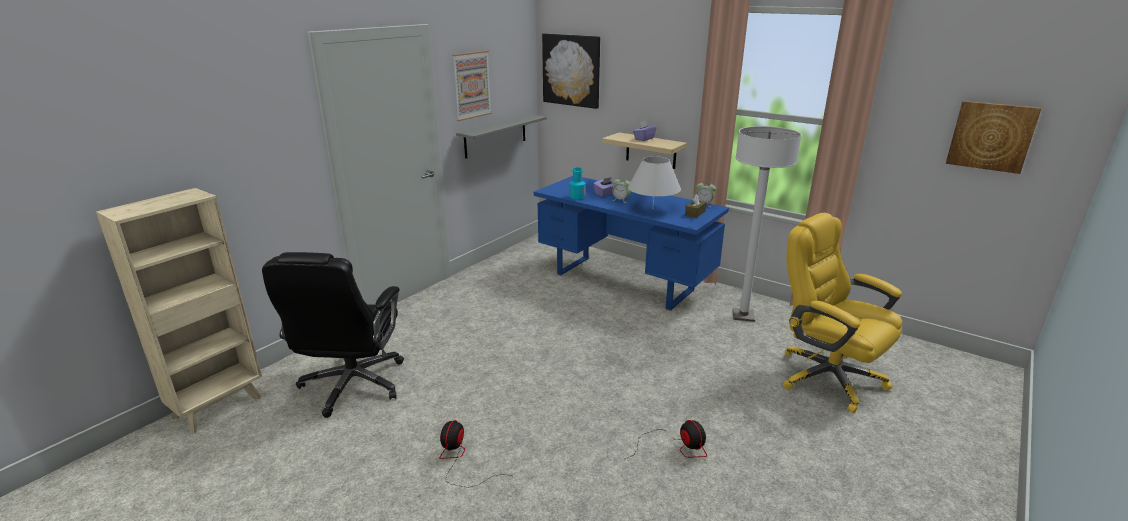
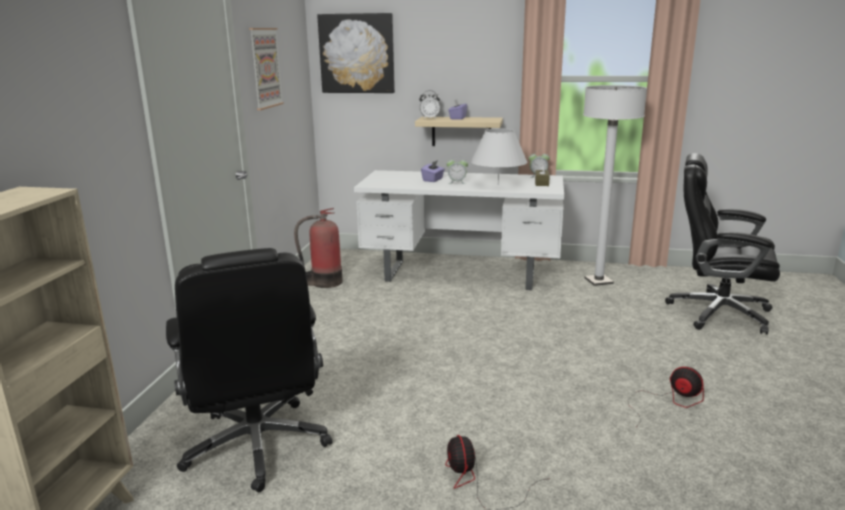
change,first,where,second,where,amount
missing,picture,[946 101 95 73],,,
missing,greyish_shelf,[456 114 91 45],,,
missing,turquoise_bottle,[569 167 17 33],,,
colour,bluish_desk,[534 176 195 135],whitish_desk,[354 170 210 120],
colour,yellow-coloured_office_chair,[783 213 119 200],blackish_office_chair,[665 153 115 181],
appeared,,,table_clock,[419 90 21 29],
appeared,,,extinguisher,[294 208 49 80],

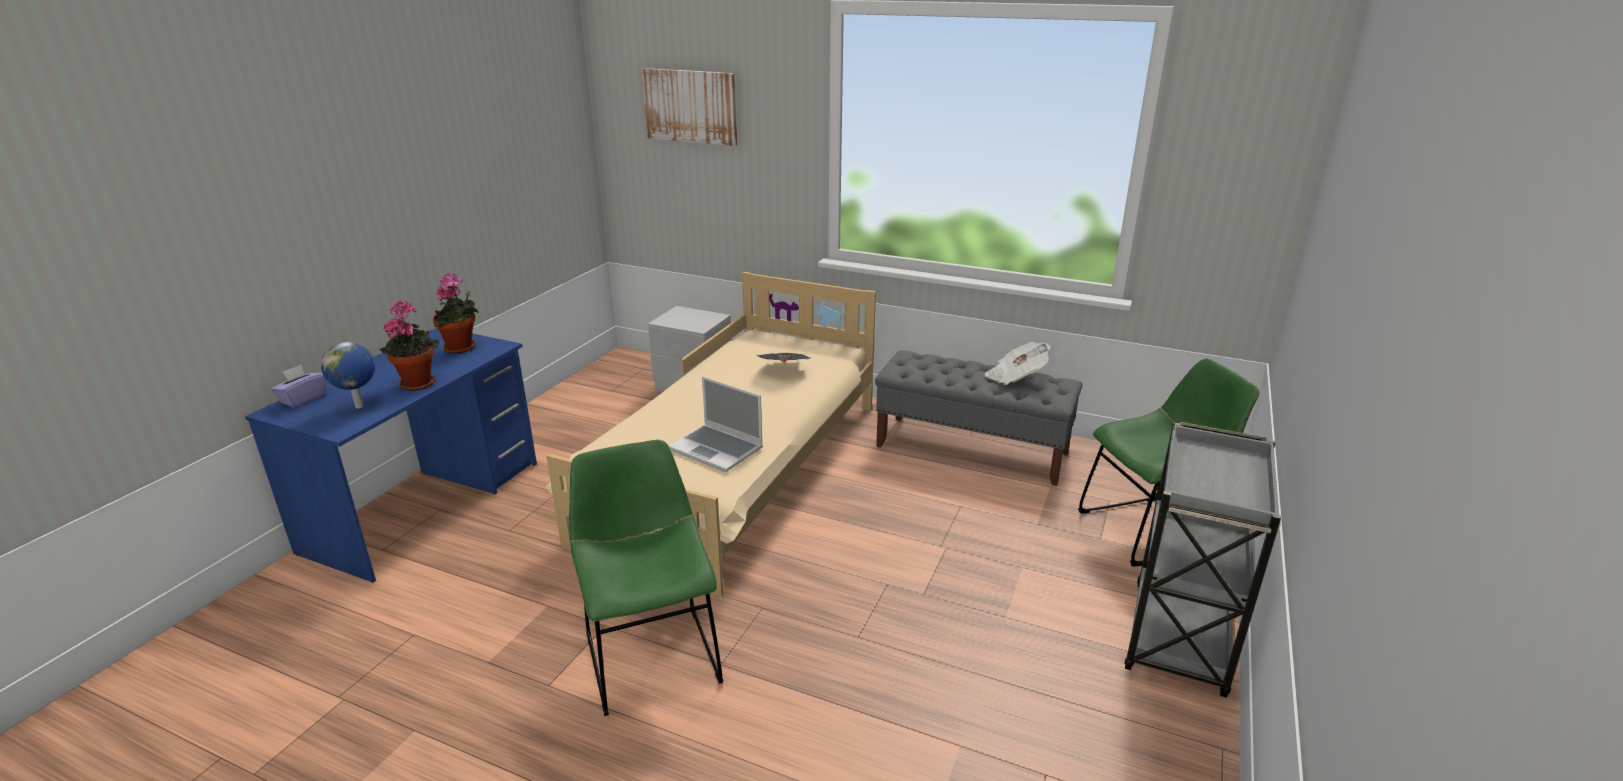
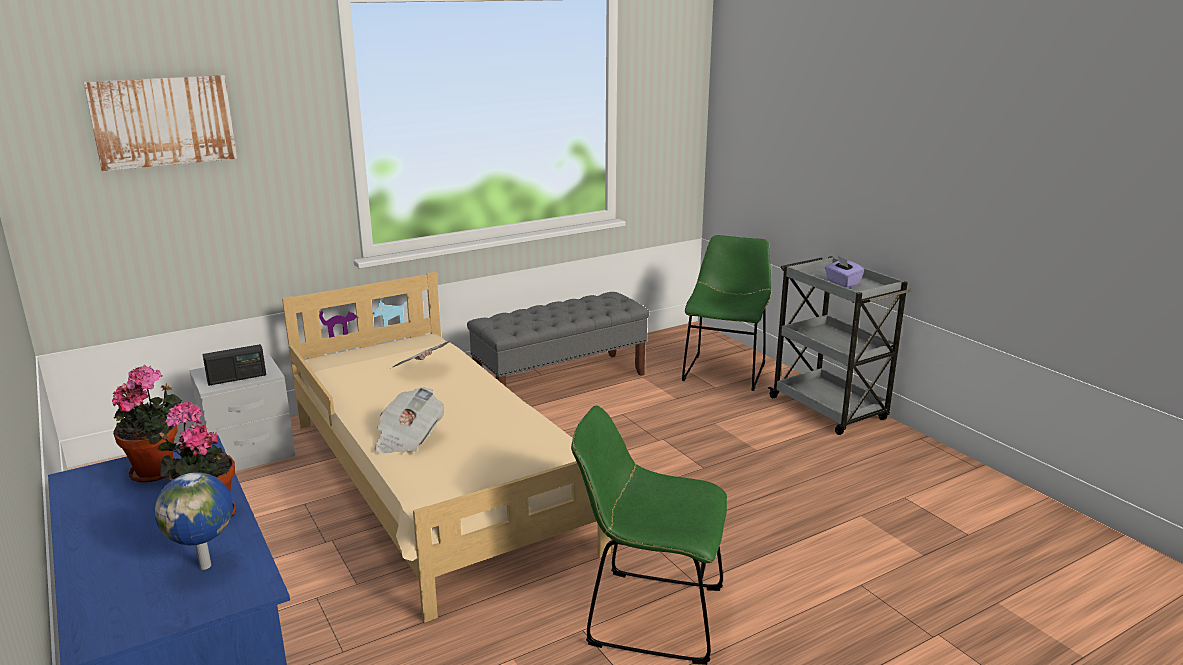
change,first,where,second,where,amount
relocated,newspaper,[985 342 66 43],,[374 387 70 66],
relocated,purple-coloured_box_of_tissues,[271 365 55 43],,[825 256 39 32],
missing,laptop,[669 376 94 96],,,
appeared,,,radio_set,[202 344 64 42],

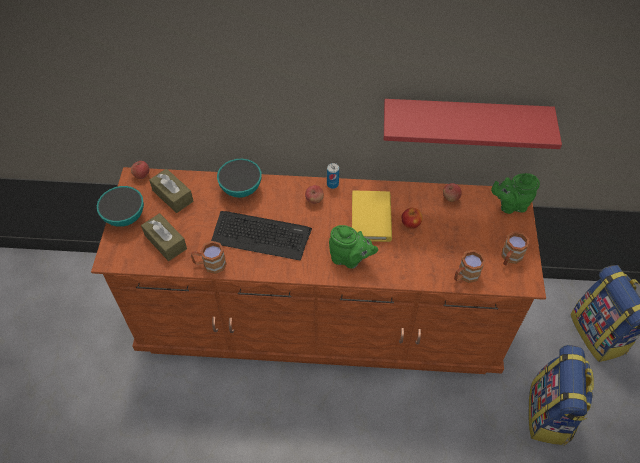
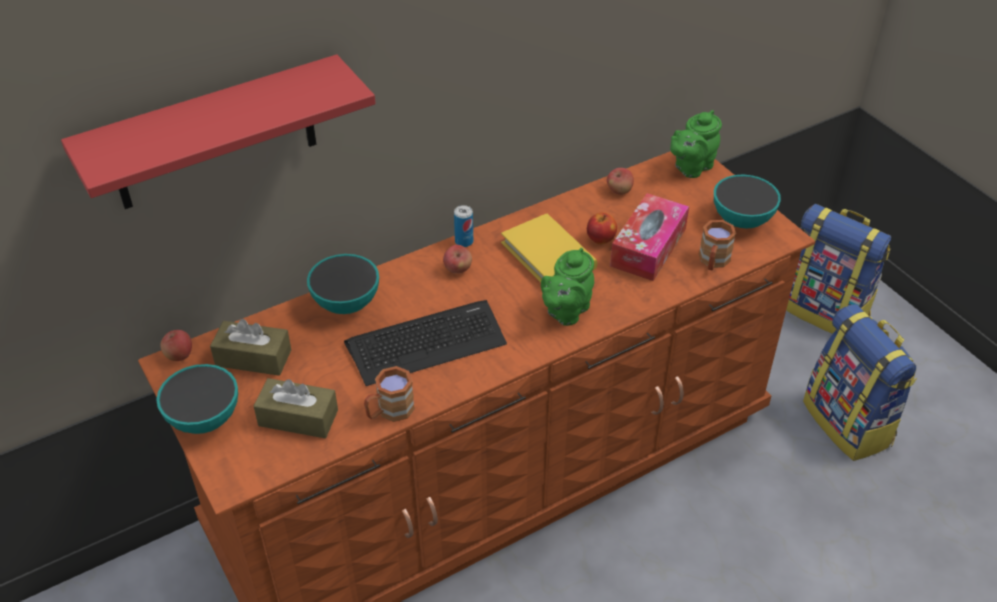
change,first,where,second,where,amount
relocated,red-coloured_shelf,[384 99 178 50],,[61 54 315 155],
spun,green_teapot,[329 225 49 44],,[541 248 53 78],135 degrees clockwise
exchanged,brown-coloured_tea_mug,[502 231 27 35],serving_bowl,[714 174 67 54],
appeared,,,box_of_tissues,[610 193 79 88],

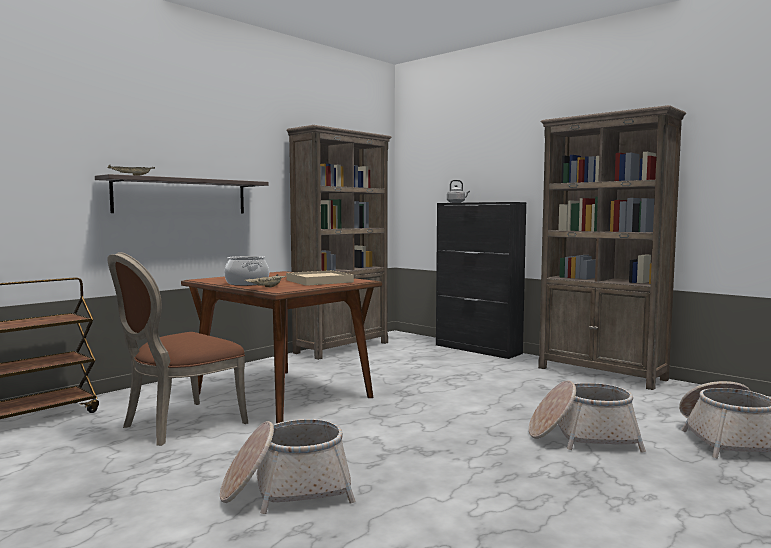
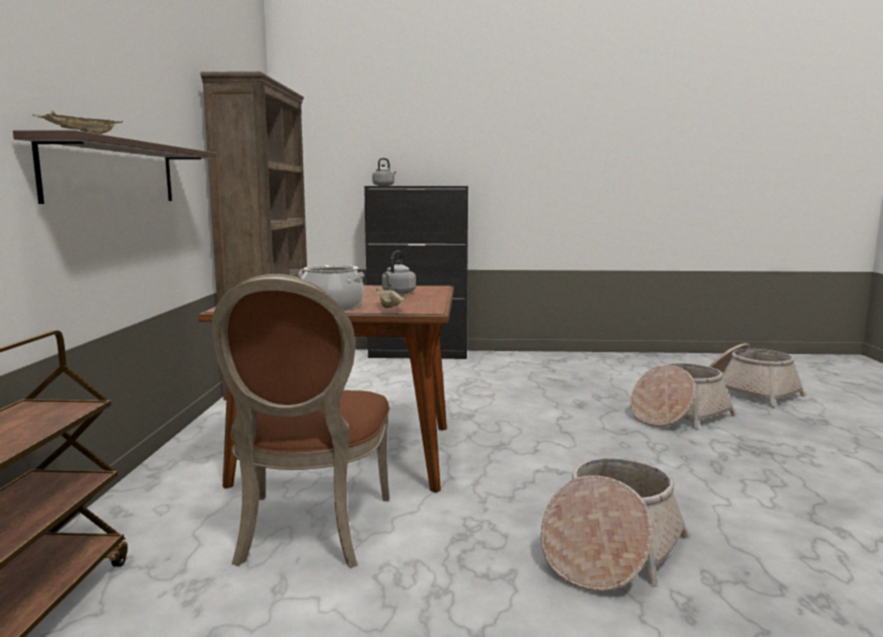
change,first,where,second,where,amount
missing,brown-coloured_shelving_unit,[538 105 148 285],,,
exchanged,beige_serving_tray,[286 270 68 16],greyish_tea_kettle,[382 251 34 43],

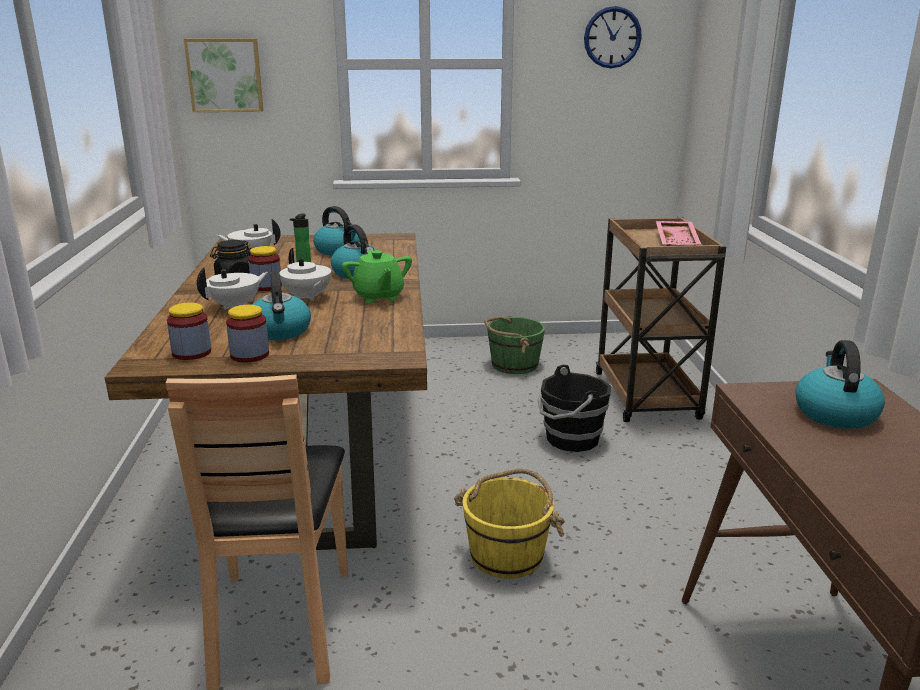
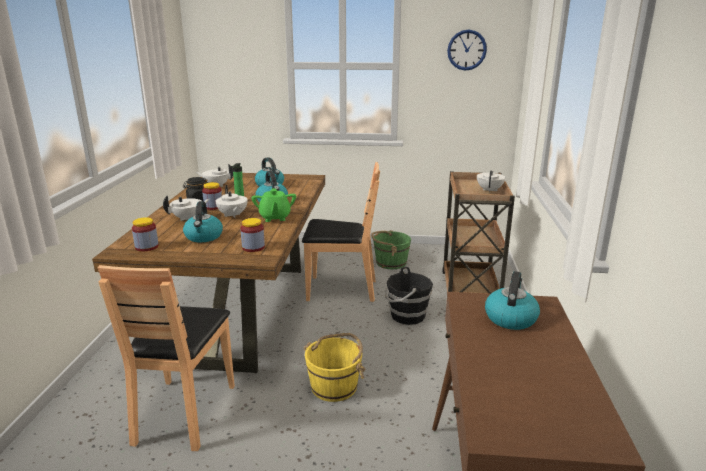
change,first,where,second,where,amount
missing,picture,[184 39 80 73],,,
exchanged,pink-coloured_serving_tray,[656 221 45 25],whitish_teapot,[477 170 29 23],
relocated,preserve_jar,[226 305 43 58],,[241 218 24 34],
appeared,,,brown-coloured_plain_chair,[302 162 78 140],

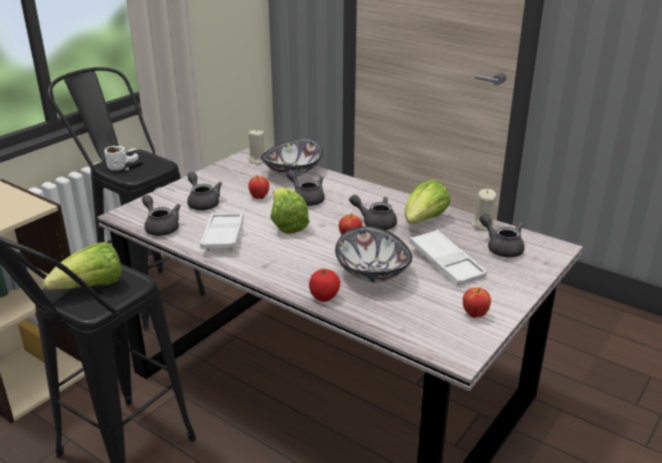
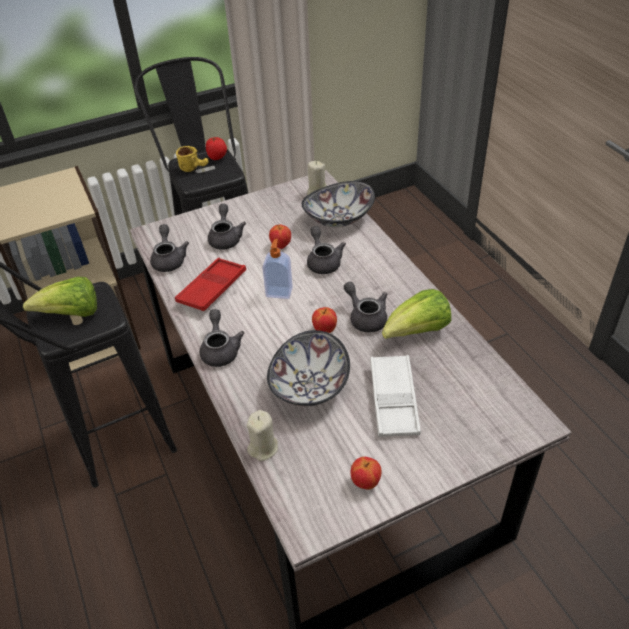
change,first,where,second,where,amount
colour,whitish_tea_mug,[104 146 34 25],yellow-coloured_tea_mug,[176 146 33 26],
exchanged,head_of_lettuce,[271 187 38 47],soap_bottle,[262 239 31 60],
relocated,beige_candle,[472 189 24 42],,[247 410 31 51],
colour,whitish_serving_tray,[200 213 44 38],red-coloured_serving_tray,[175 258 71 53],
relocated,greyish_teapot,[480 214 44 44],,[200 309 44 58],
relocated,whole_tomato,[309 269 31 33],,[206 137 21 23],

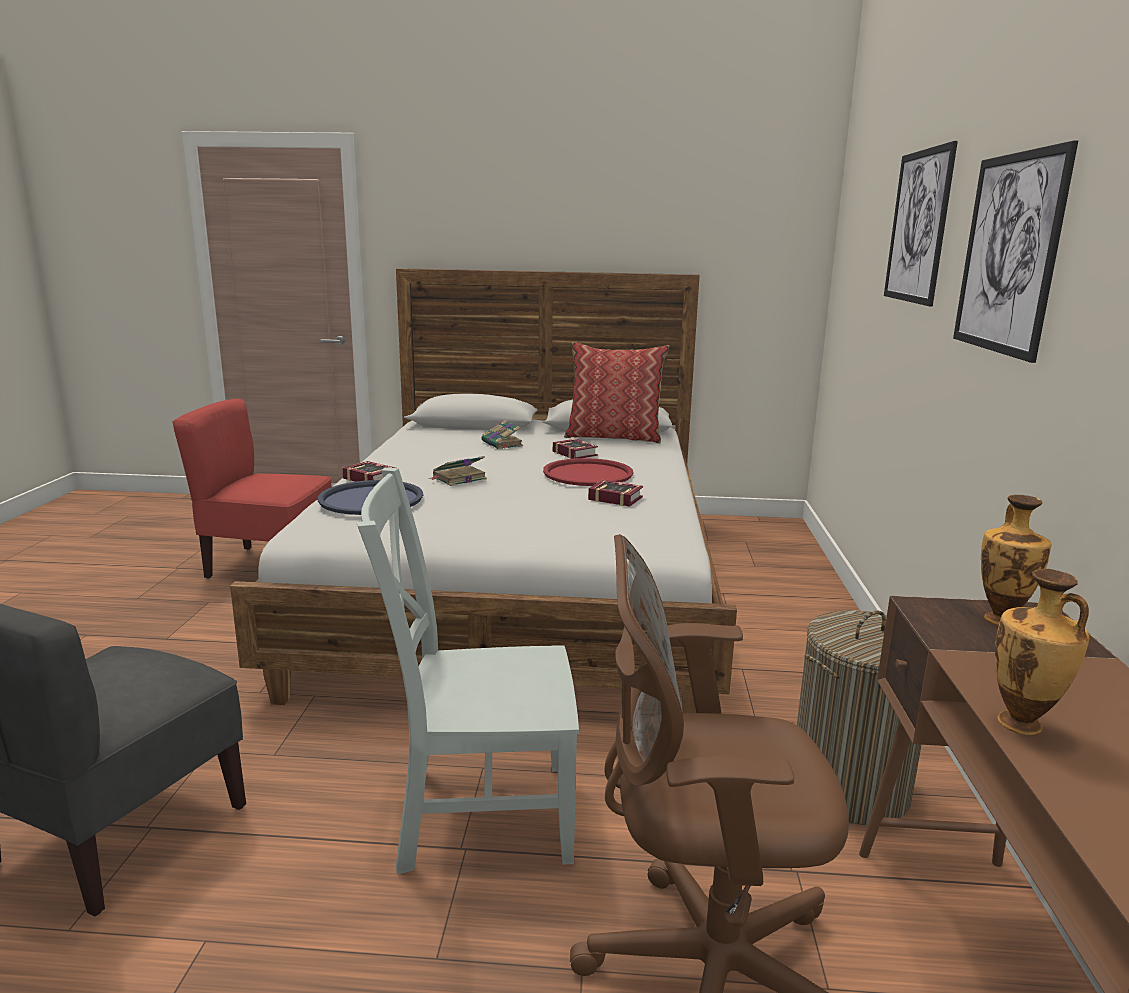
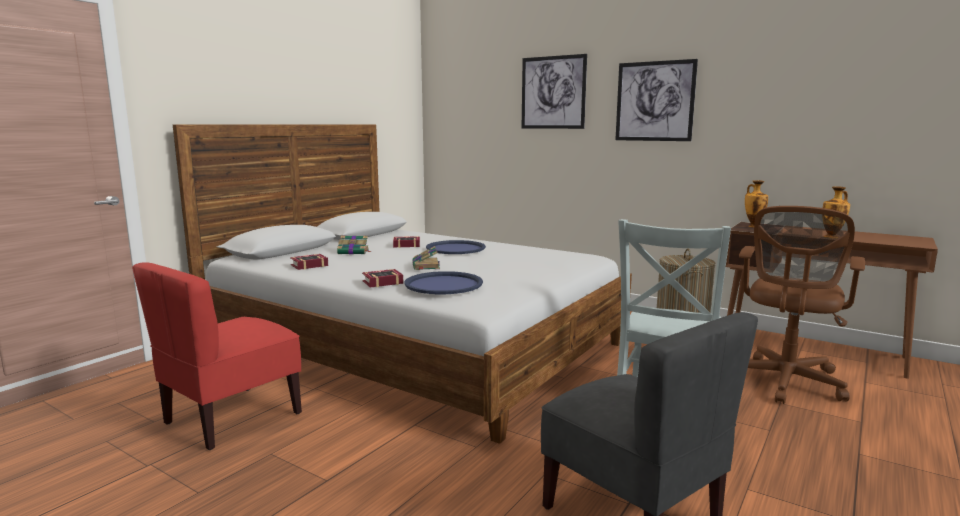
change,first,where,second,where,amount
missing,pillow,[564 342 105 102],,,
colour,red-coloured_serving_tray,[543 458 90 28],bluish_serving_tray,[426 240 60 14],
relocated,volume,[588 480 55 27],,[290 254 38 16],

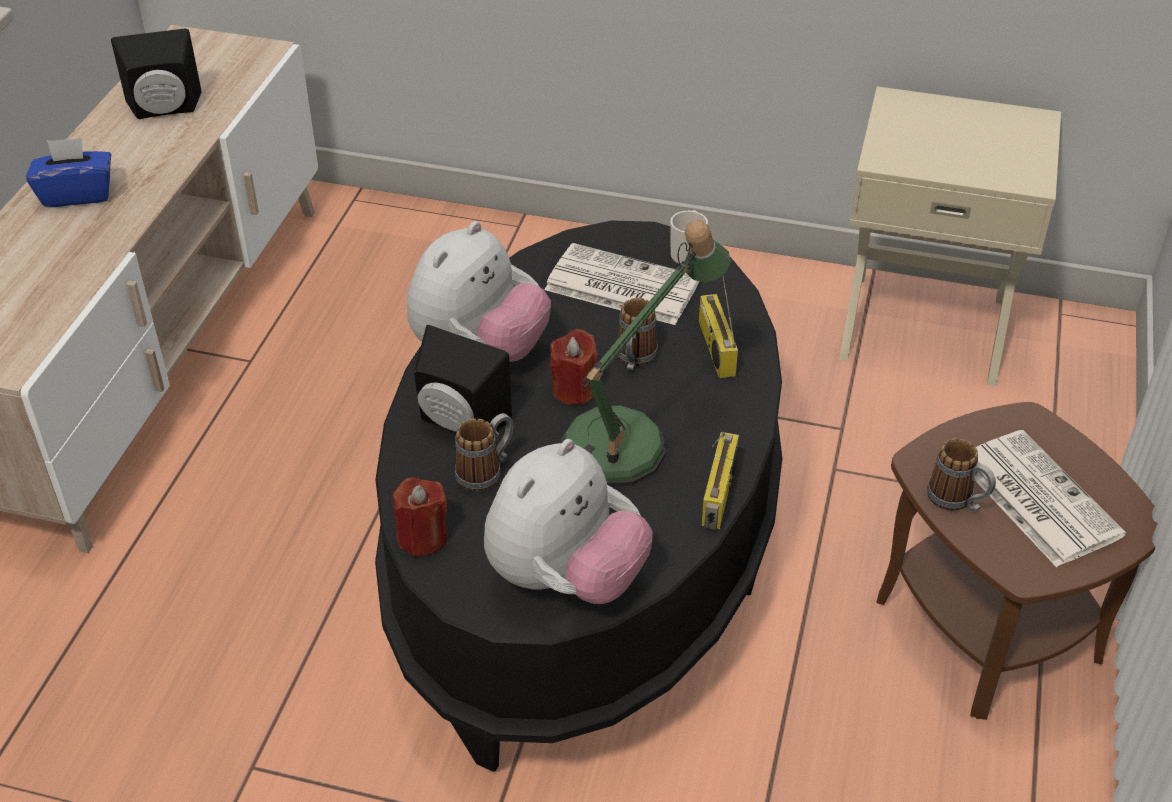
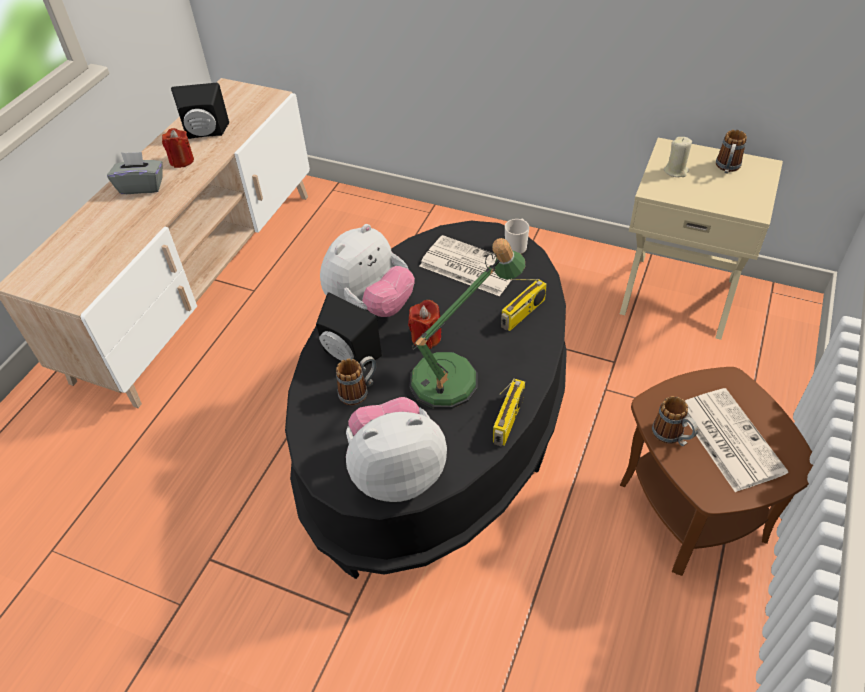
change,first,where,second,where,amount
colour,bluish_box_of_tissues,[26 138 85 69],greyish_box_of_tissues,[107 152 56 42],
spun,radio_set,[699 275 39 103],,[501 279 46 52],135 degrees counterclockwise
relocated,tea_mug,[617 298 41 72],,[716 130 31 44],
spun,plush_toy,[484 439 169 165],,[346 397 101 105],150 degrees counterclockwise
relocated,red-coloured_candle,[393 477 55 80],,[162 128 32 40],
appeared,,,beige_candle,[664 137 28 40],

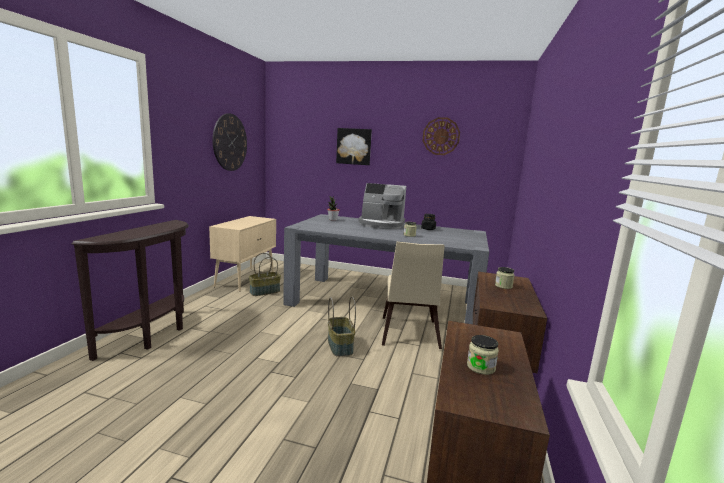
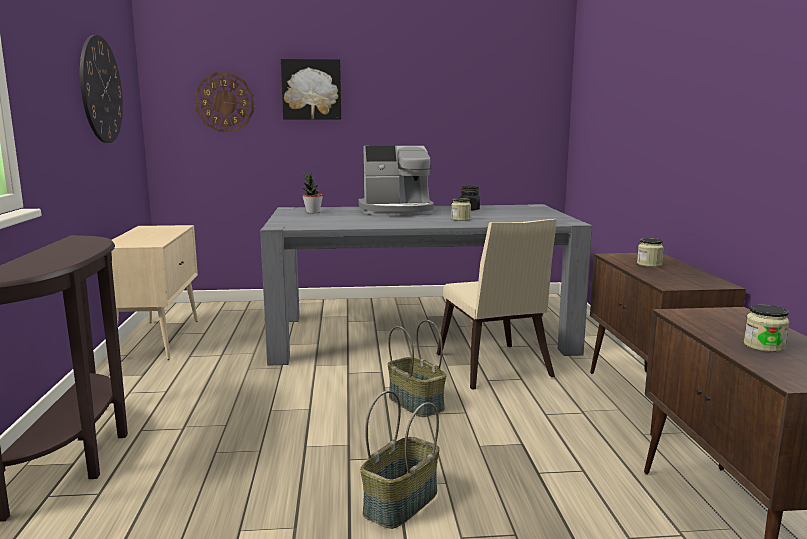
change,first,where,second,where,amount
relocated,hanging_clock,[422 117 38 38],,[195 72 60 60],
relocated,household_basket,[249 253 32 43],,[360 391 80 138],

